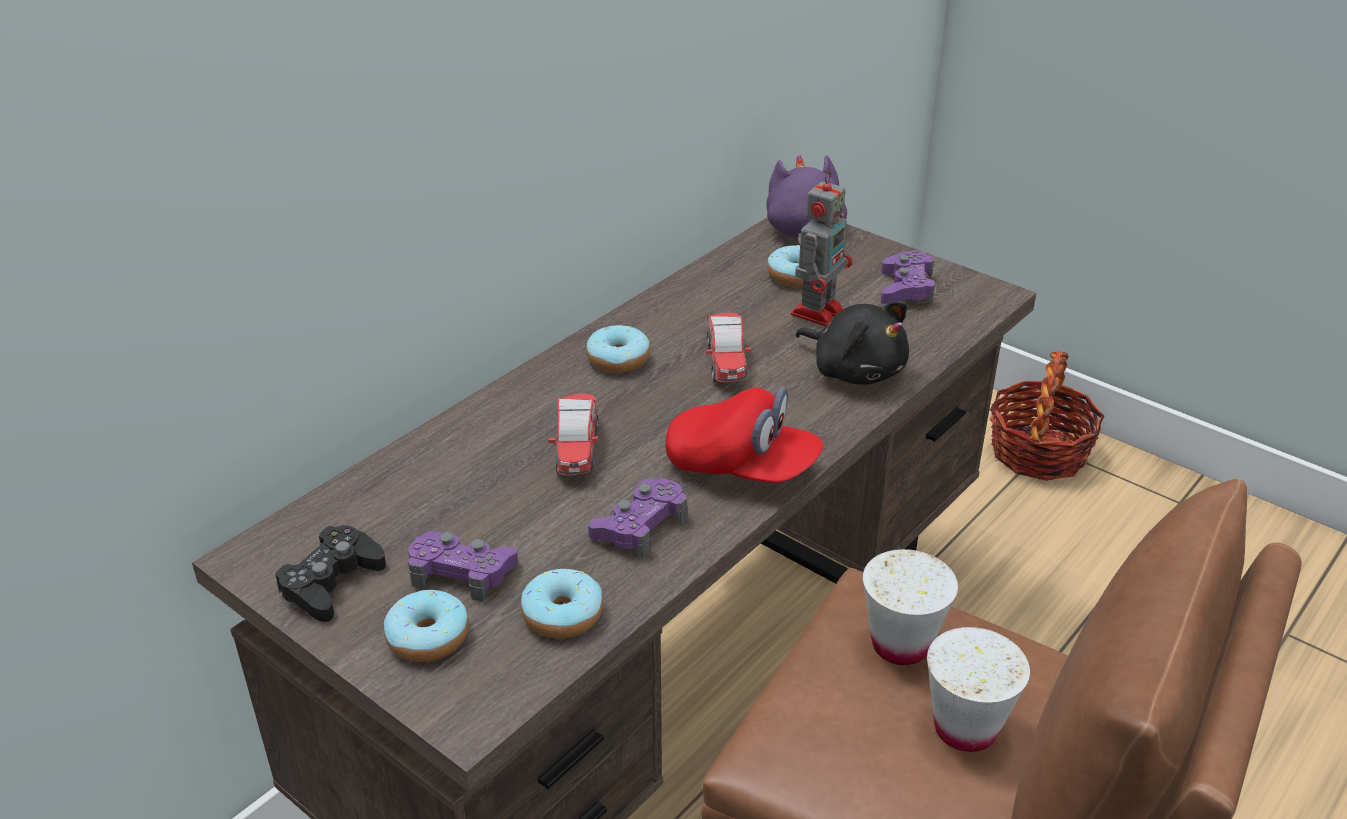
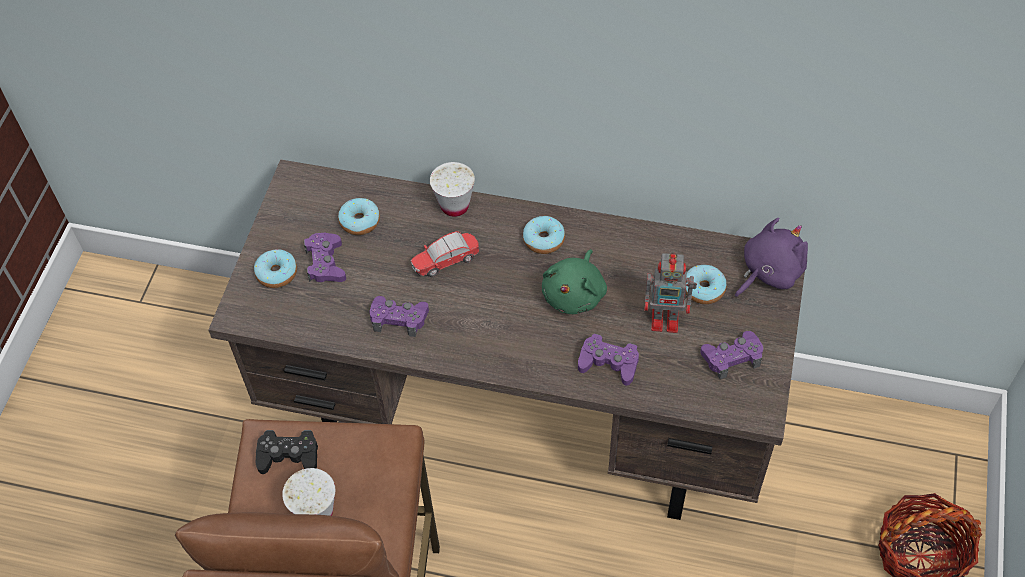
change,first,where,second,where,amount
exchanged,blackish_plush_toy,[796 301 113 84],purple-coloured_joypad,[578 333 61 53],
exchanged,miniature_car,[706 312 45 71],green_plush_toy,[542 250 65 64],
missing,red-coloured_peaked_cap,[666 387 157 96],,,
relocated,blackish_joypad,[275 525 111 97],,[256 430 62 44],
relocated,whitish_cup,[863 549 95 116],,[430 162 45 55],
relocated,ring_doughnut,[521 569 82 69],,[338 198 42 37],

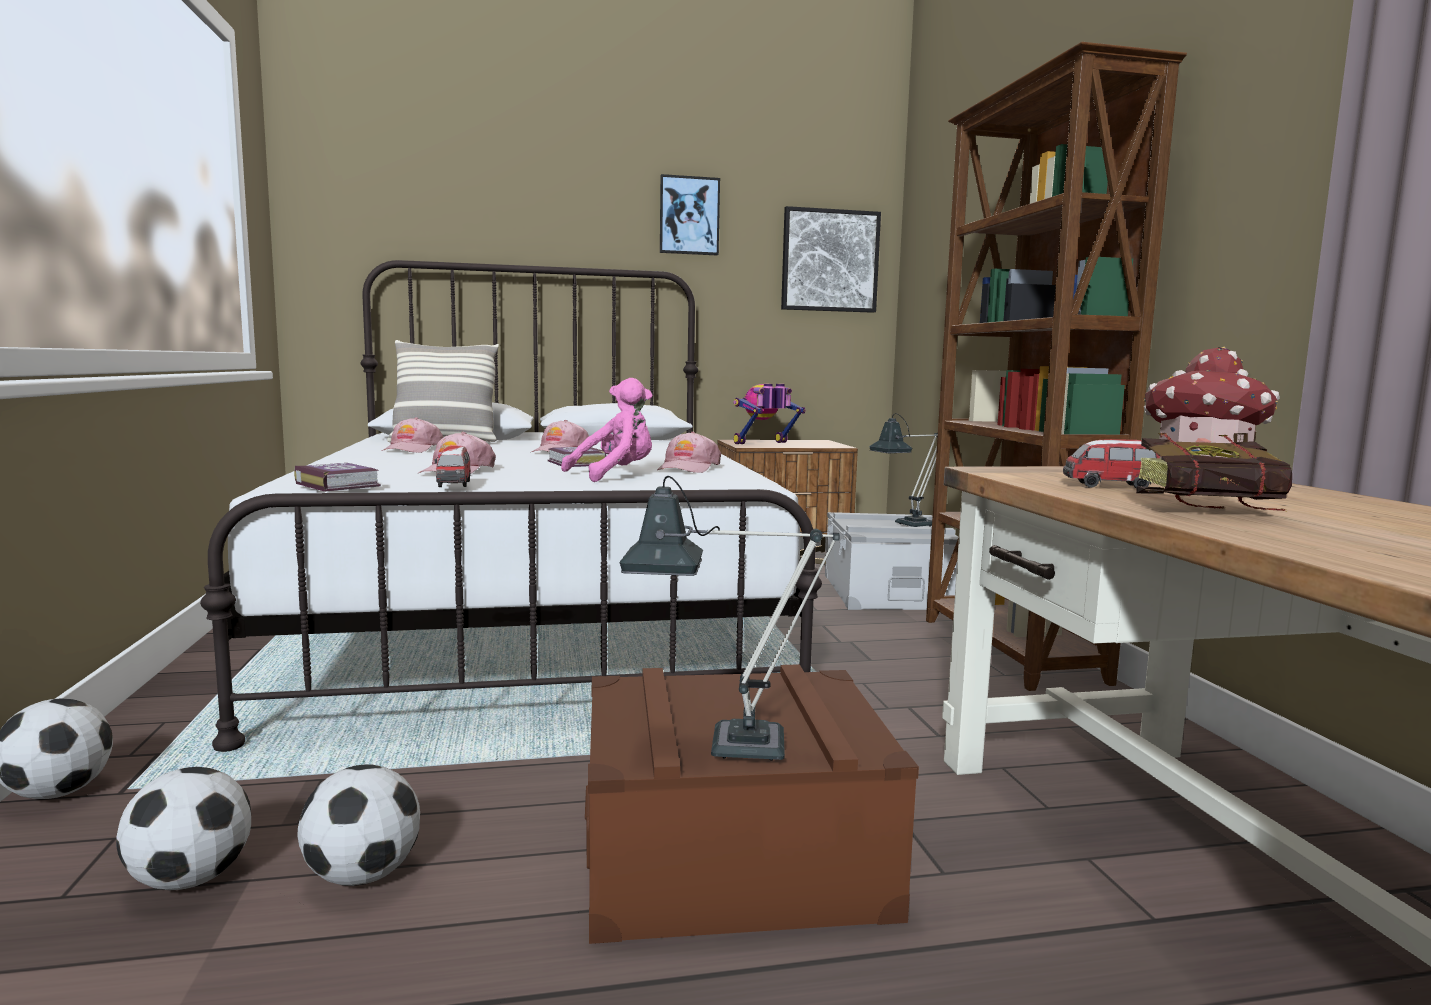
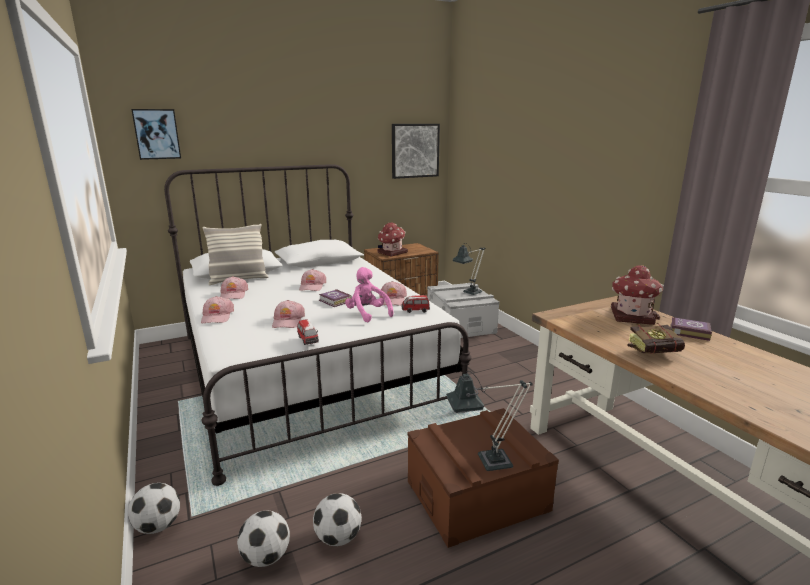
change,first,where,second,where,amount
missing,brown-coloured_shelving_unit,[926 42 261 649],,,
relocated,picture,[660 174 60 82],,[131 109 50 51],
spun,pink-coloured_plush_toy,[561 378 92 104],,[345 267 49 55],75 degrees counterclockwise
exchanged,robot_figure,[733 384 72 60],model_house,[377 222 31 34],
relocated,miniature_car,[1063 439 97 49],,[401 295 29 18],
relocated,volume,[294 463 87 29],,[670 317 42 24],
appeared,,,pink-coloured_peaked_cap,[201 296 33 27],

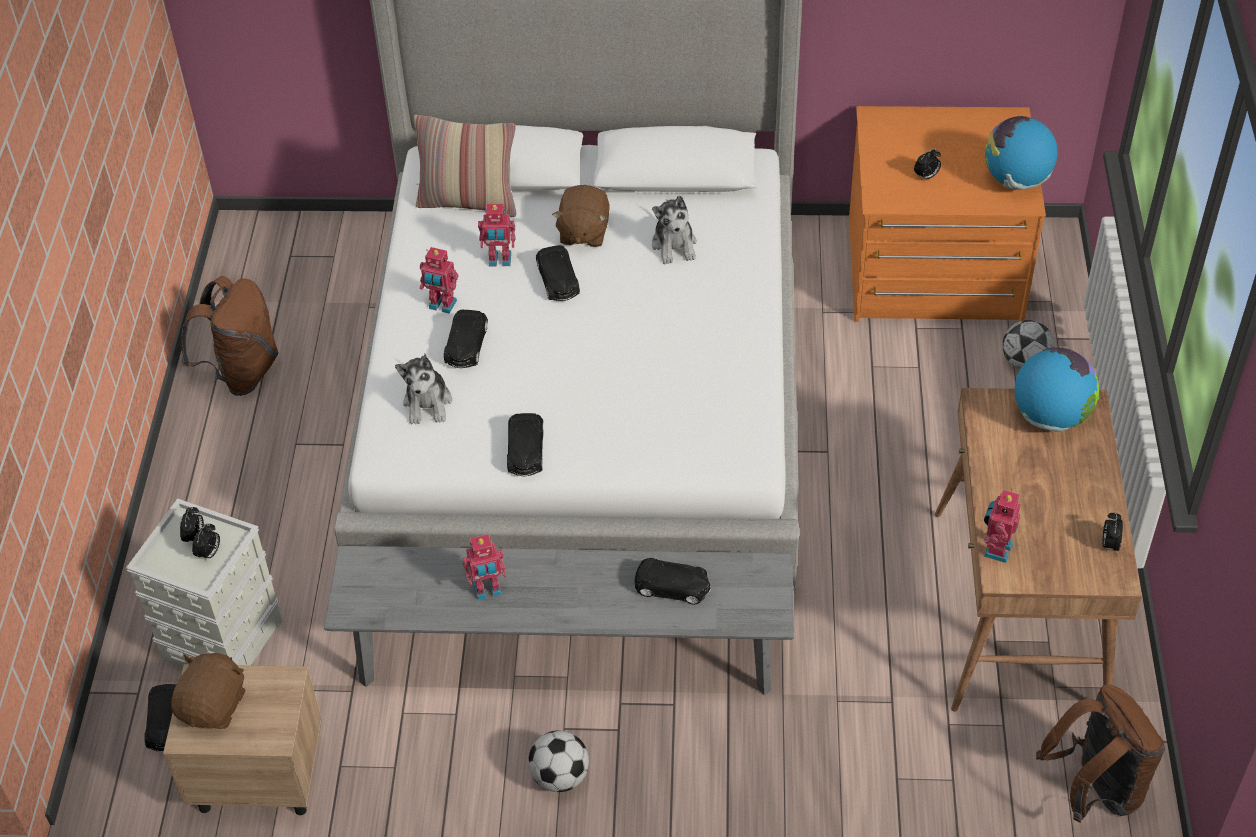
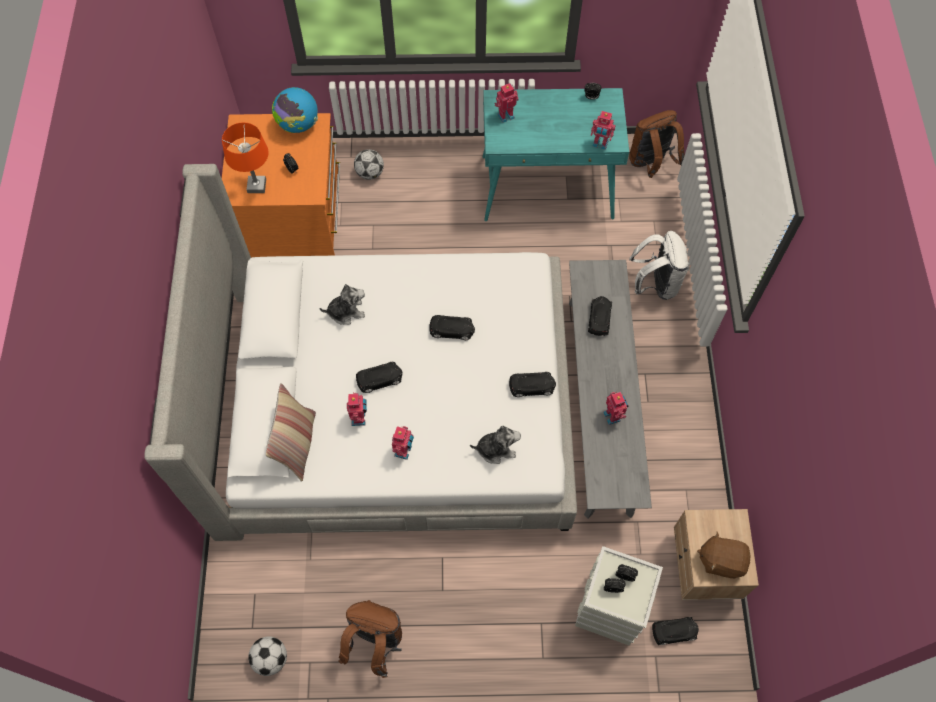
change,first,where,second,where,amount
missing,brown-coloured_plush_toy,[552 185 57 62],,,
relocated,blackish_miniature_car,[444 310 44 58],,[429 315 46 25],
exchanged,desk_globe,[1015 347 84 85],robot_figure,[494 83 24 40],
colour,brown-coloured_desk,[935 388 207 324],turquoise_desk,[483 88 146 133],
relocated,football_ball,[528 731 61 61],,[248 636 39 40],
appeared,,,orange_table_lamp,[222 122 47 71],
appeared,,,whitish_rucksack,[629 231 61 69],

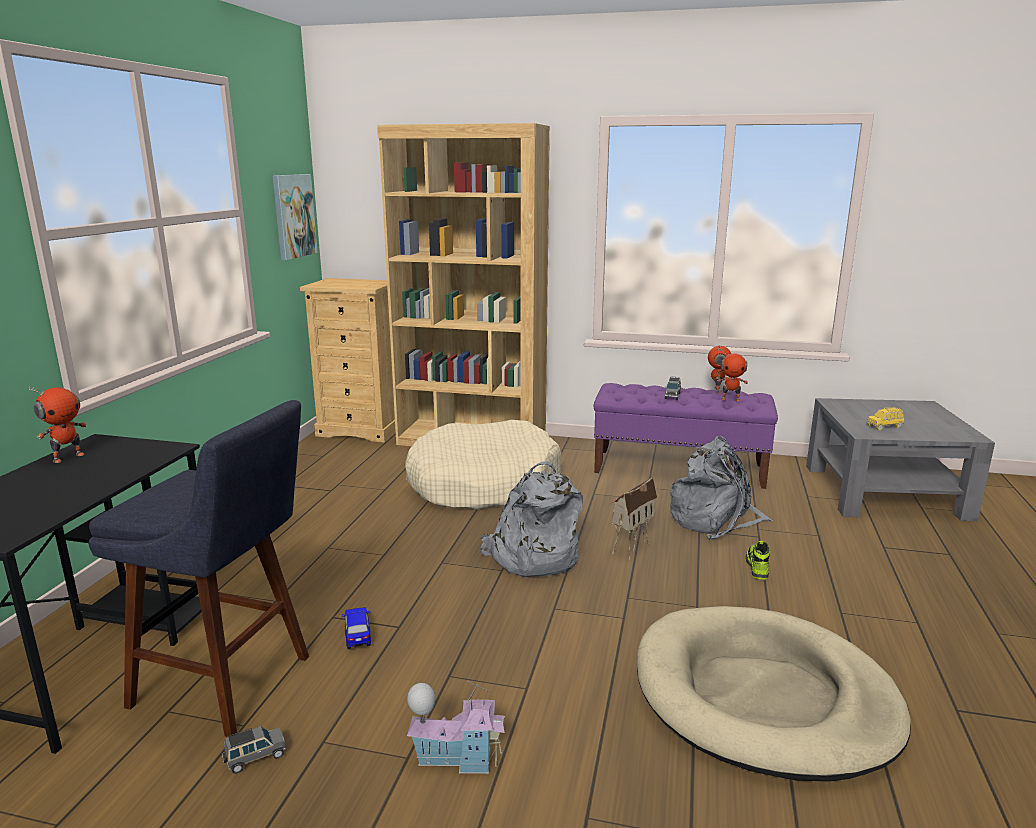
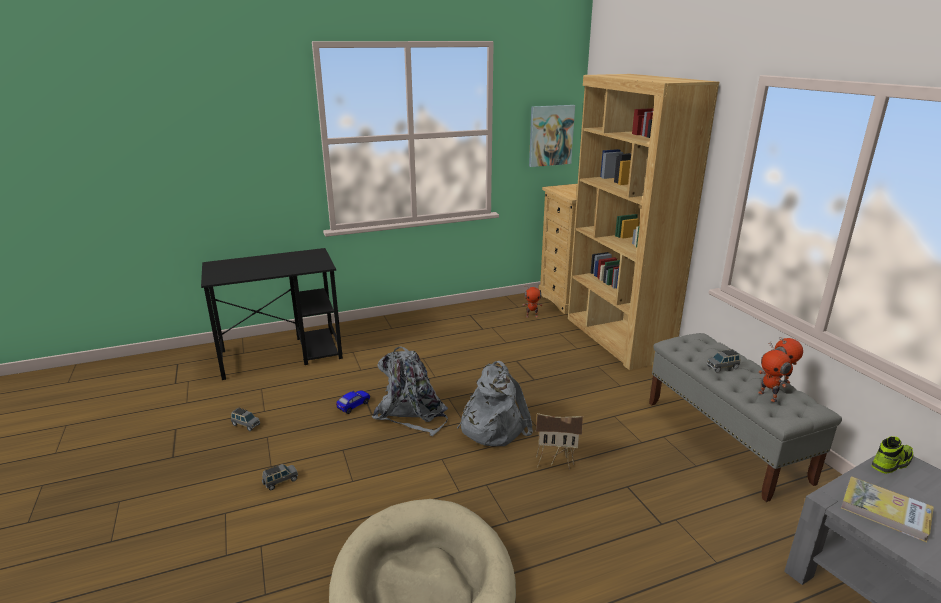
change,first,where,second,where,amount
colour,purple-coloured_long_seat,[593 383 185 106],greyish_long_seat,[649 333 193 169],
relocated,robot_figure,[29 386 58 77],,[523 287 19 30],
missing,bluish_stool_seat,[89 400 220 337],,,
exchanged,yellow-coloured_miniature_car,[867 407 37 23],volume,[841 476 93 66],
missing,beige_pet_bed,[405 420 156 89],,,
relocated,greyish_rucksack,[670 436 103 104],,[372 347 76 89],
relocated,low_shoe,[746 541 24 39],,[872 436 41 38],
exchanged,model_house,[407 681 98 93],greyish_miniature_car,[262 464 36 26],

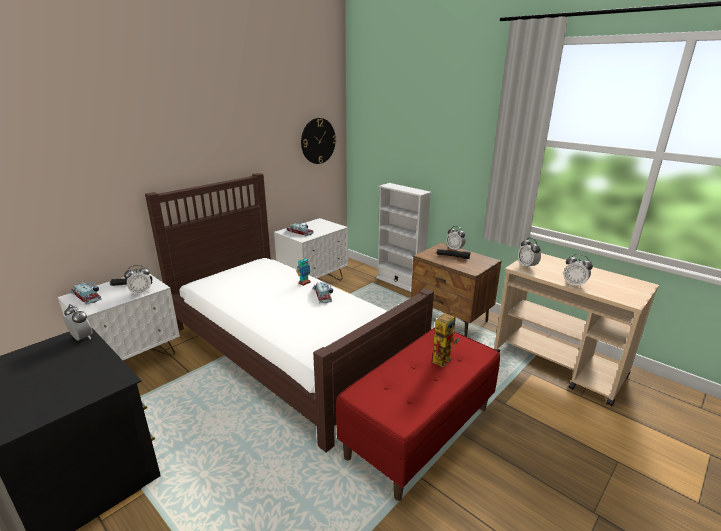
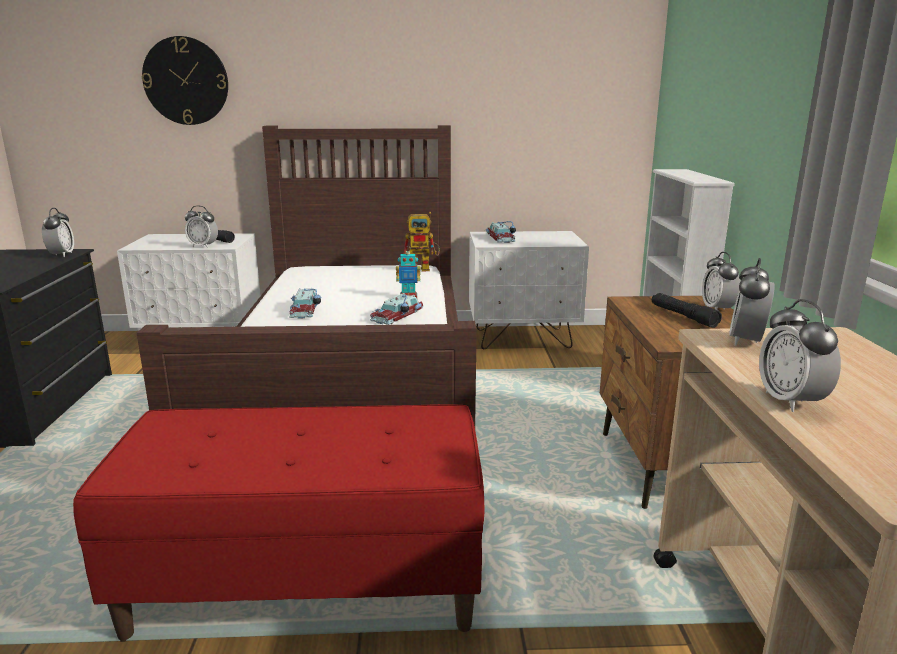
change,first,where,second,where,amount
relocated,hanging_clock,[301 118 35 46],,[142 36 86 89],
relocated,miniature_car,[70 282 31 23],,[289 288 33 31],
relocated,robot_figure,[432 311 27 56],,[404 212 36 59],

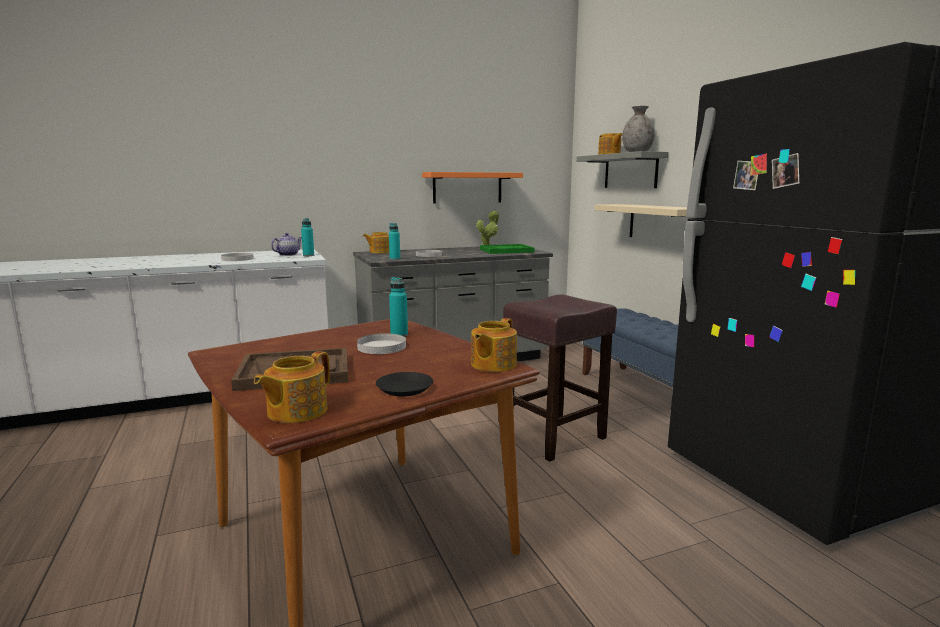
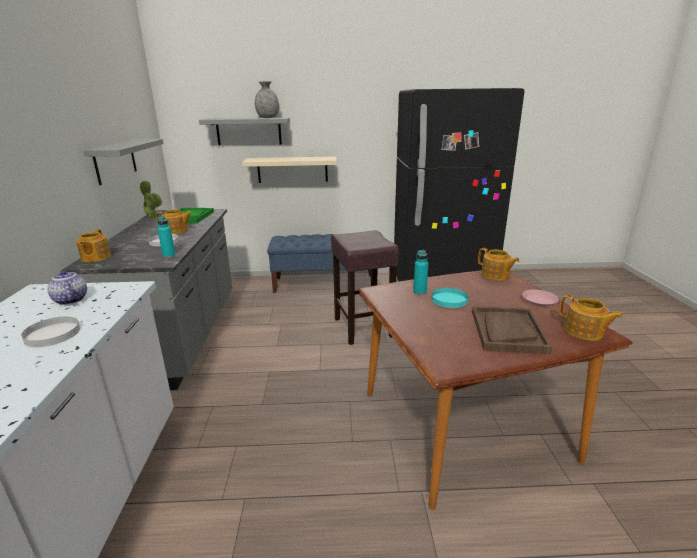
change,first,where,second,where,amount
relocated,teapot,[598 133 25 22],,[156 210 37 24],
colour,orange_shelf,[422 172 101 31],greyish_shelf,[84 139 80 46],
missing,turquoise_bottle,[301 218 13 38],,,
colour,whitish_plate,[357 333 49 21],turquoise_plate,[432 288 36 20],
colour,blackish_plate,[376 372 57 25],pink-coloured_plate,[522 290 37 16],

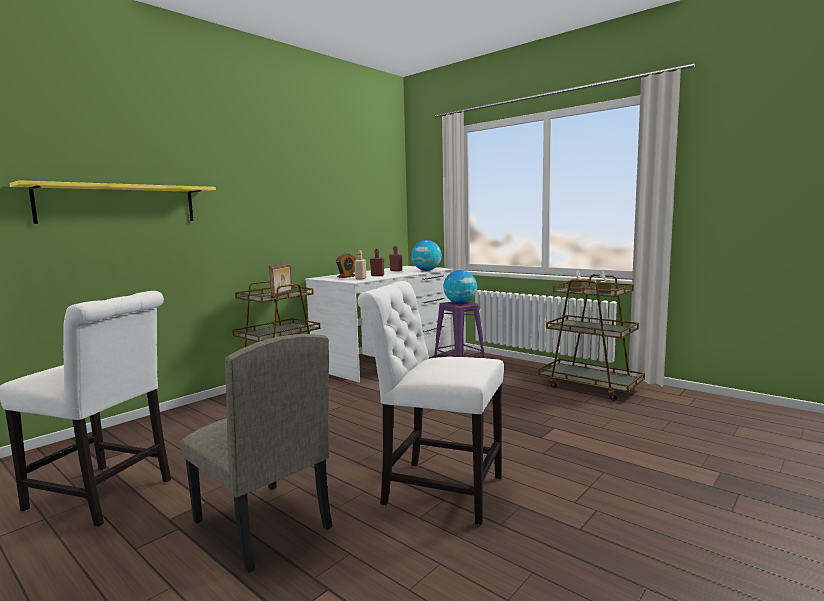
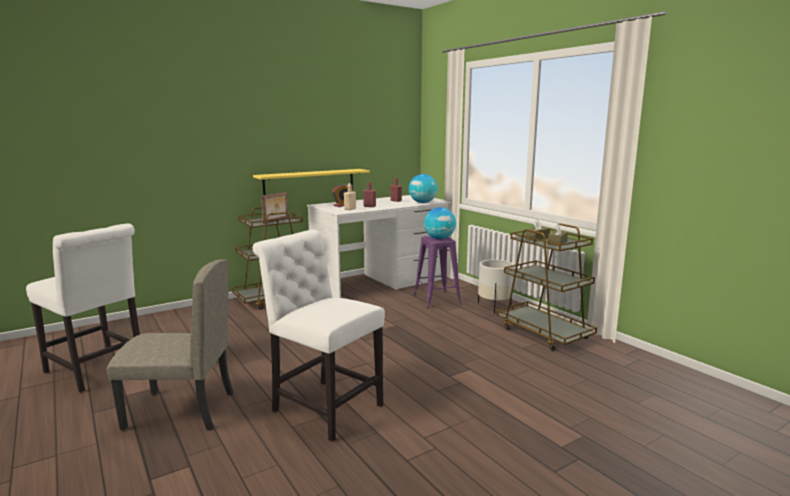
change,first,where,second,where,amount
relocated,yellow-coloured_shelf,[9 180 207 44],,[253 169 117 26],
spun,beige_plain_chair,[181 334 152 239],,[107 259 127 171],60 degrees counterclockwise
appeared,,,whitish_flower_pot,[478 260 36 54],

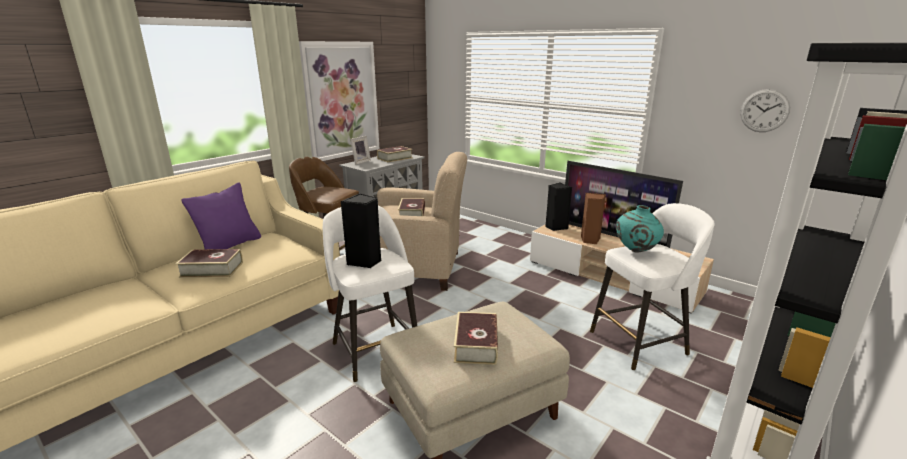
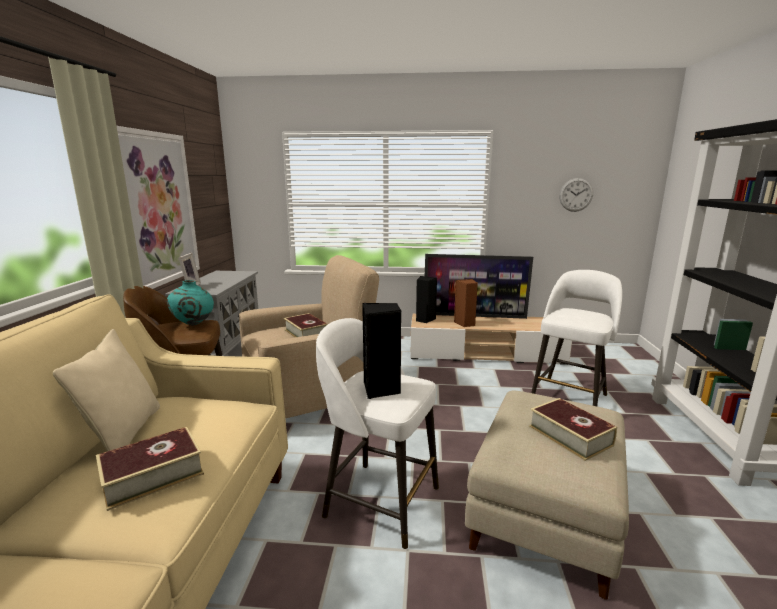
change,first,where,second,where,amount
missing,volume,[377 146 36 16],,,
colour,purple-coloured_pillow,[181 183 80 66],beige_pillow,[53 329 107 122],
relocated,turquoise_vase,[616 205 48 48],,[167 280 47 46],

